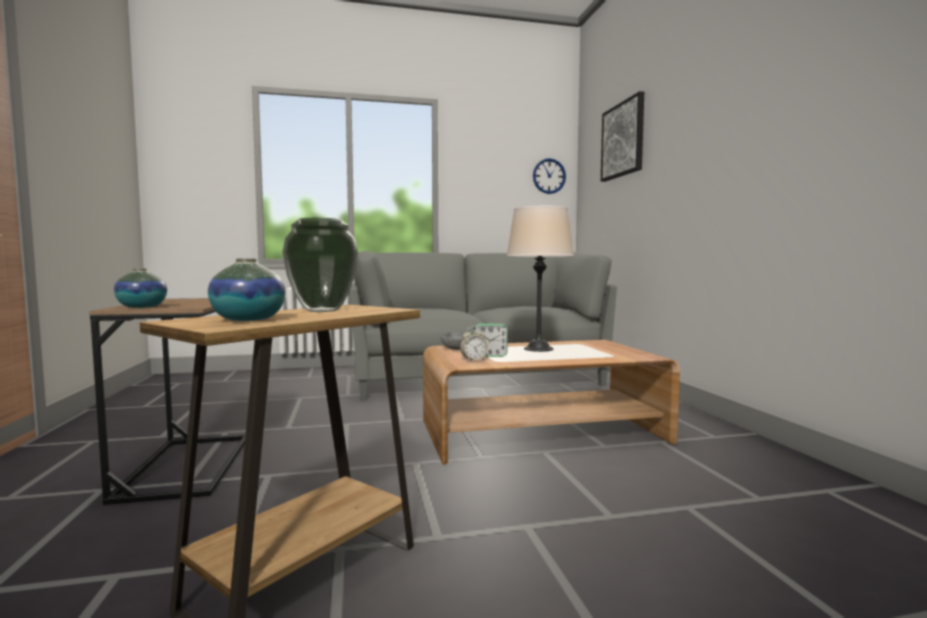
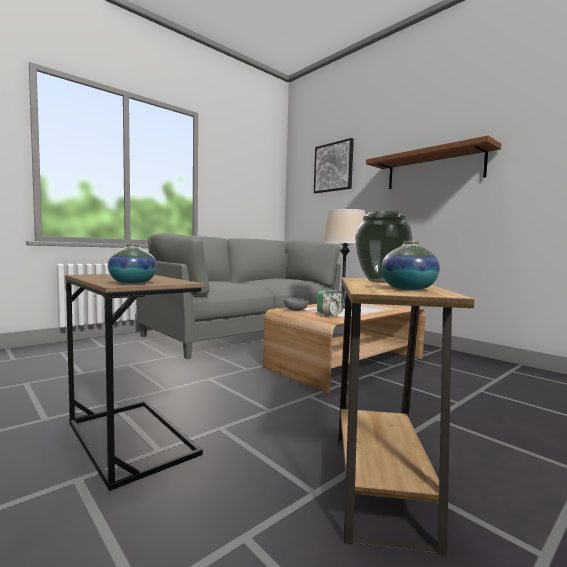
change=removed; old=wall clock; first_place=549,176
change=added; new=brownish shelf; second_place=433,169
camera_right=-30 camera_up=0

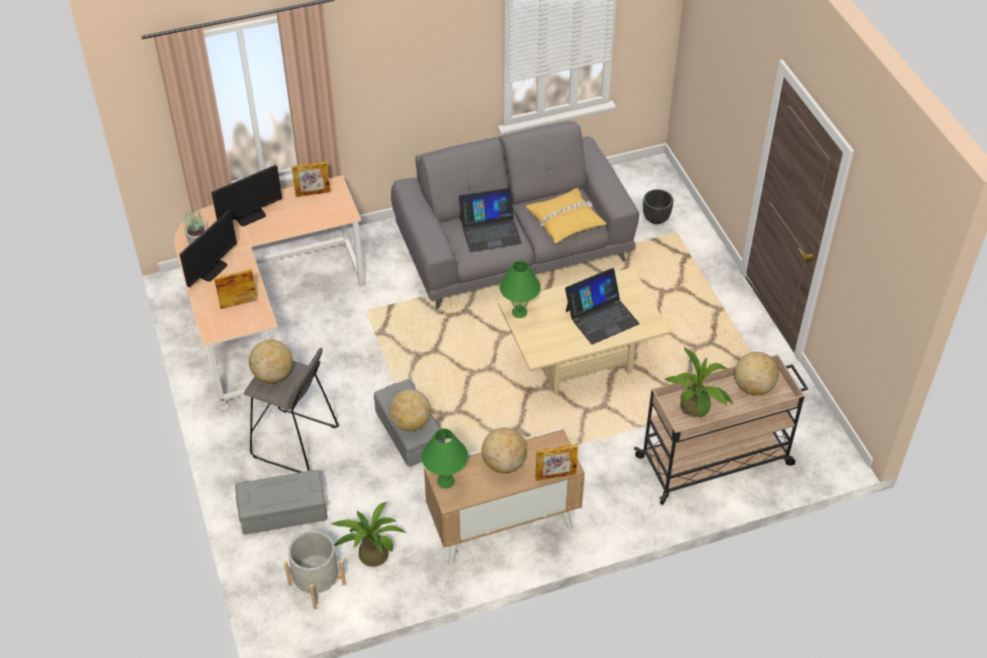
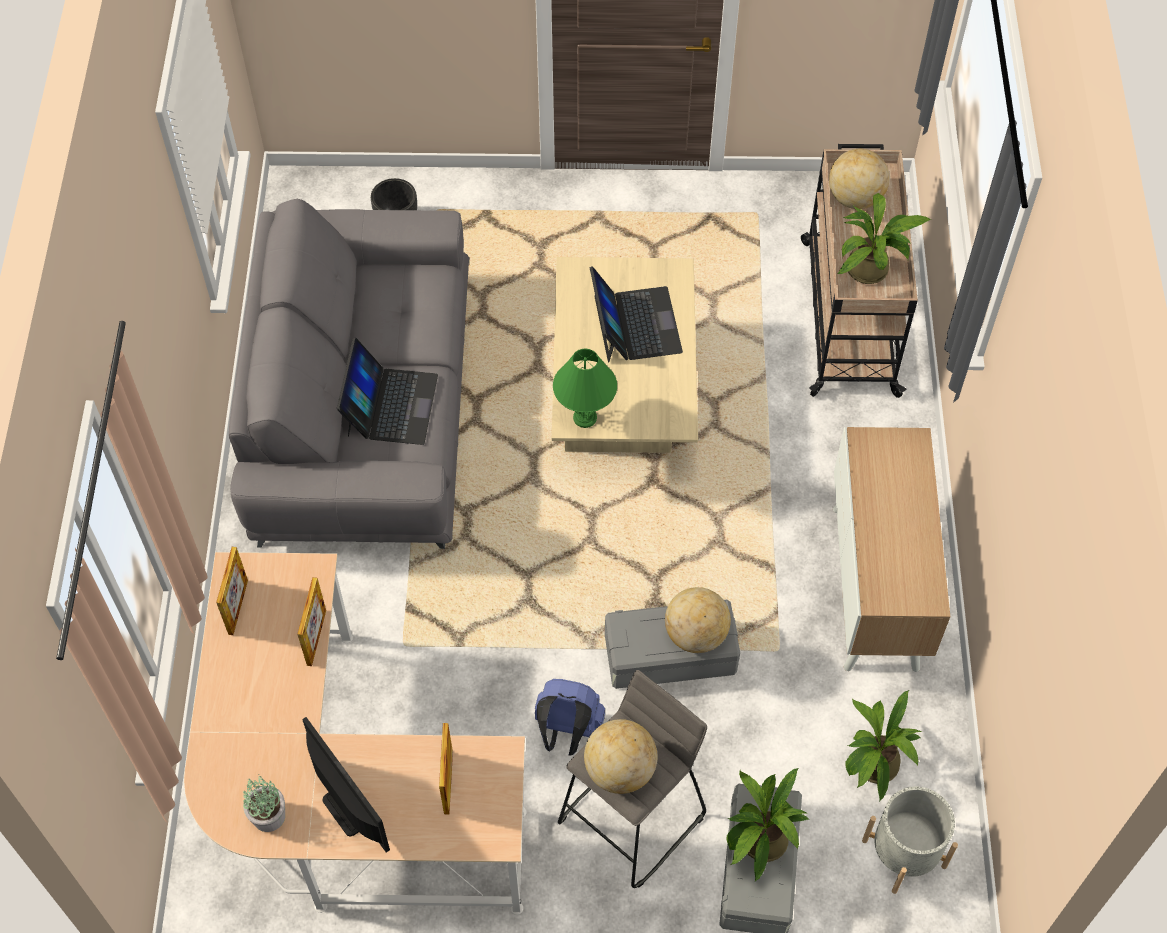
change=removed; old=monitor; first_place=250,216
change=removed; old=green-coloured table lamp; first_place=445,481
change=removed; old=world globe; first_place=504,463
change=removed; old=yellow throw pillow; first_place=565,221
change=added; new=bluish backpack; second_place=567,731
change=added; new=potted plant; second_place=758,844
change=moved; old=picture frame; first_place=555,476; second_place=316,637
camera_right=-70 camera_up=10

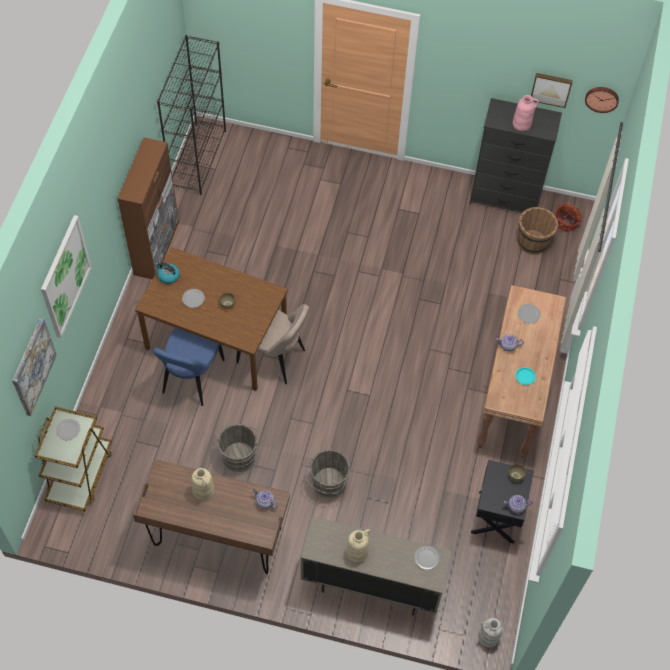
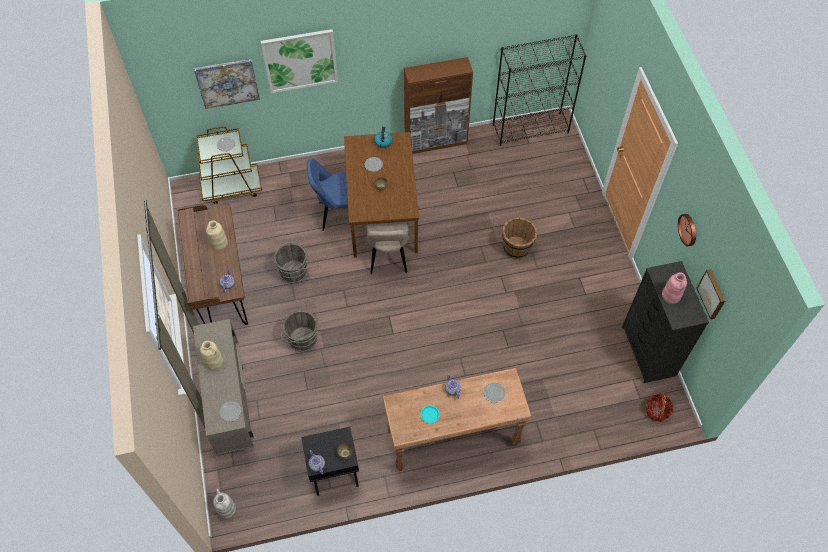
change=moved; old=brownish pail; first_place=533,242; second_place=516,248
change=moved; old=wall clock; first_place=602,98; second_place=688,229
camera_right=65 camera_up=0

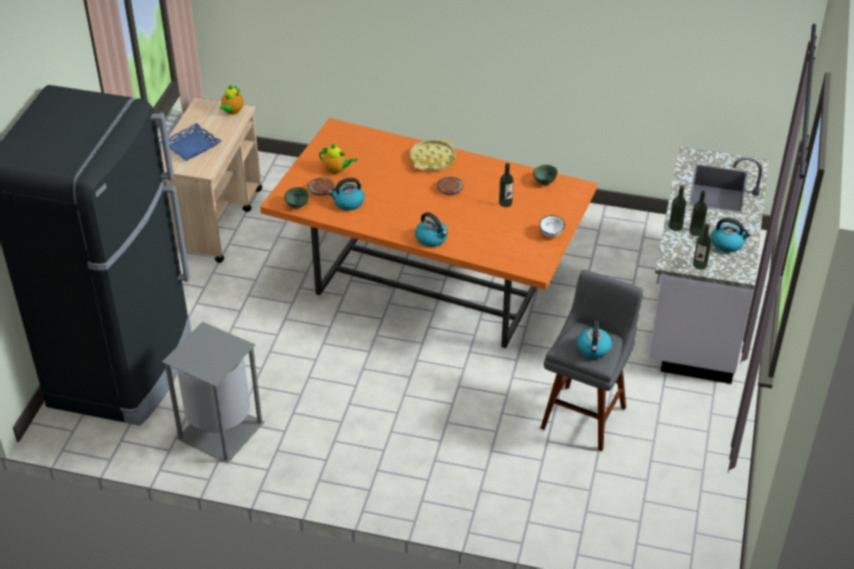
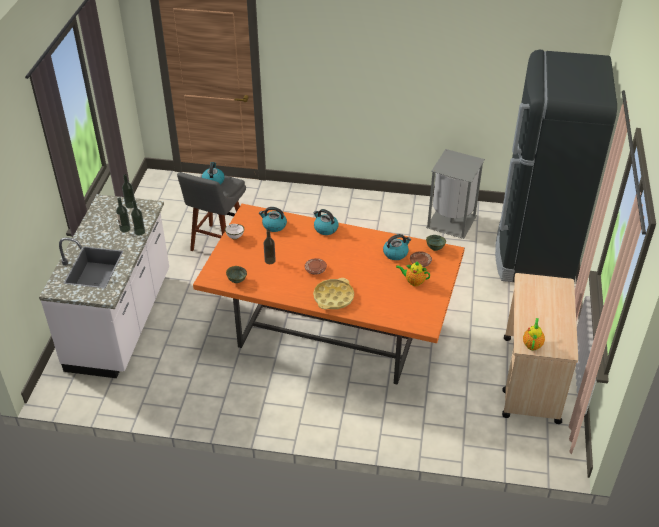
change=removed; old=bluish serving tray; first_place=191,146
change=moved; old=tea kettle; first_place=727,244; second_place=274,225
camera_right=175 camera_up=0

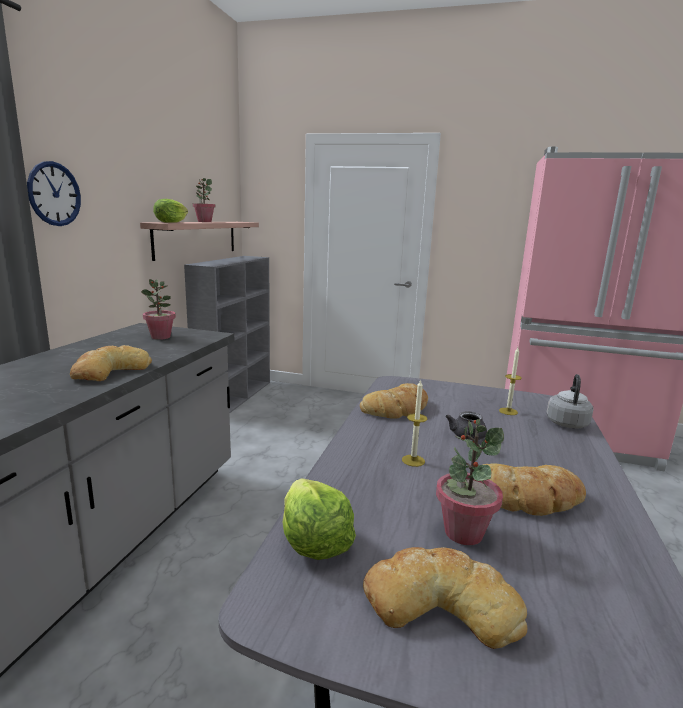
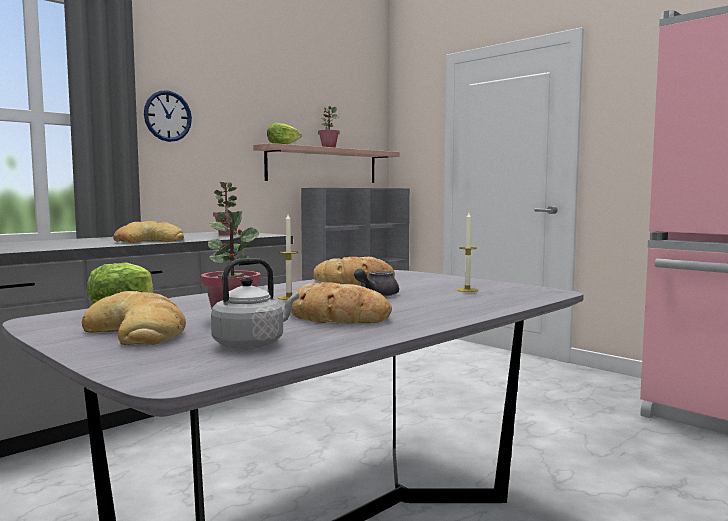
change=moved; old=grey tea kettle; first_place=567,422; second_place=252,344
camera_right=30 camera_up=-10

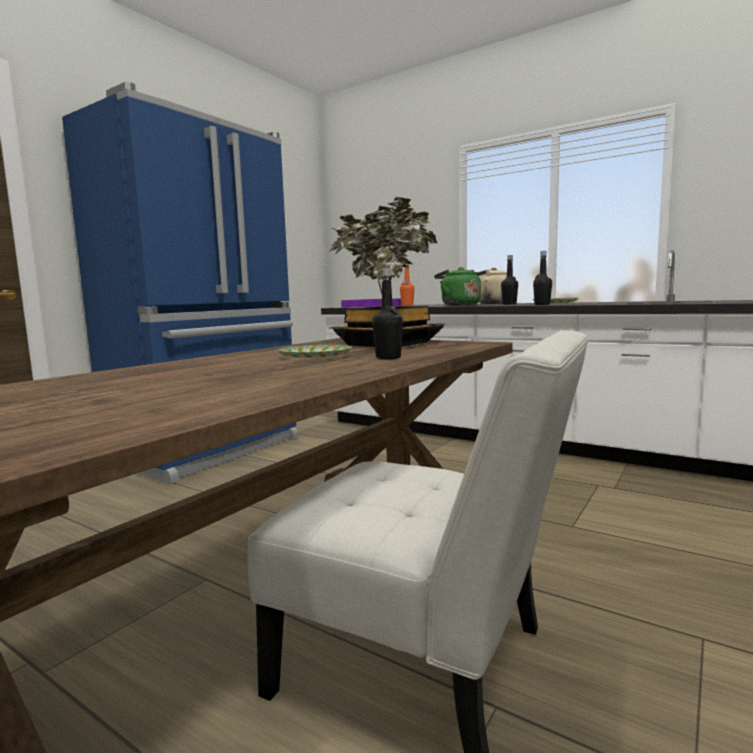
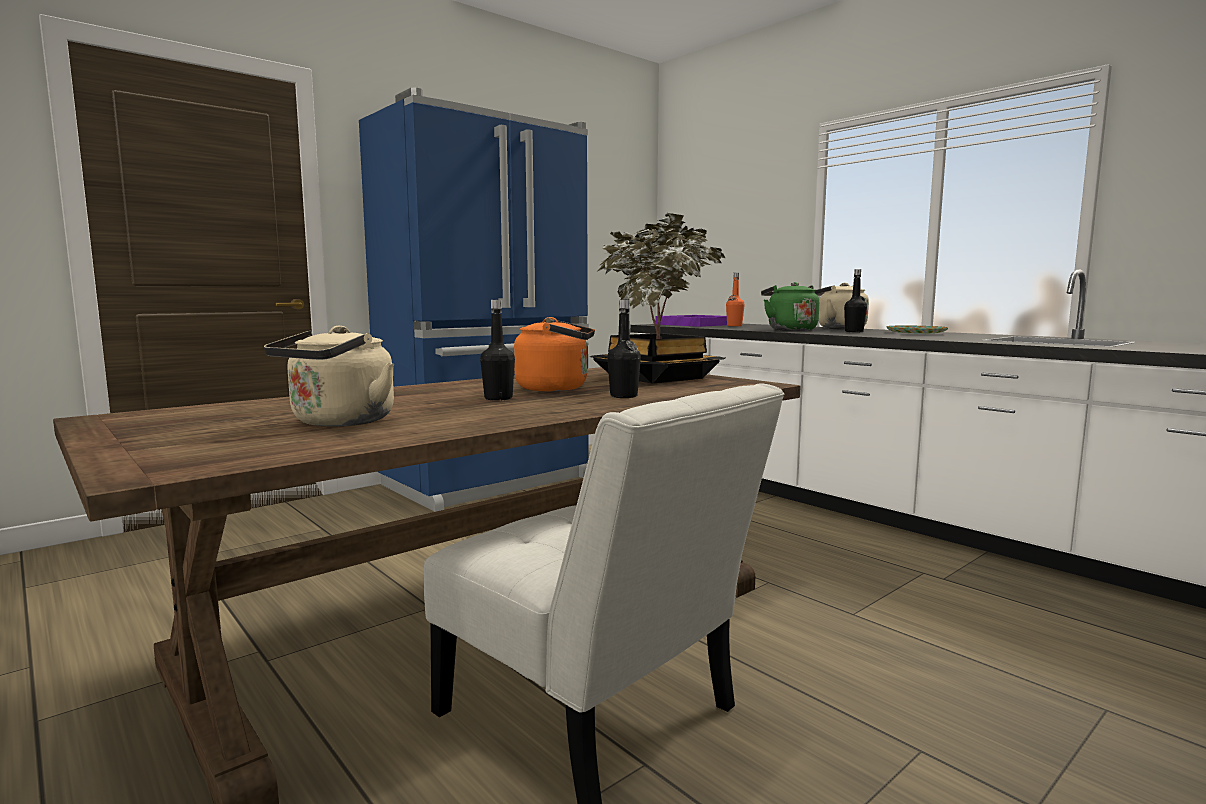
change=added; new=sand-coloured tea kettle; second_place=339,422
change=moved; old=black bottle; first_place=542,304; second_place=498,398
change=replaced; old=flat dish; new=orange tea kettle; first_place=316,356; second_place=557,388
camera_right=15 camera_up=0

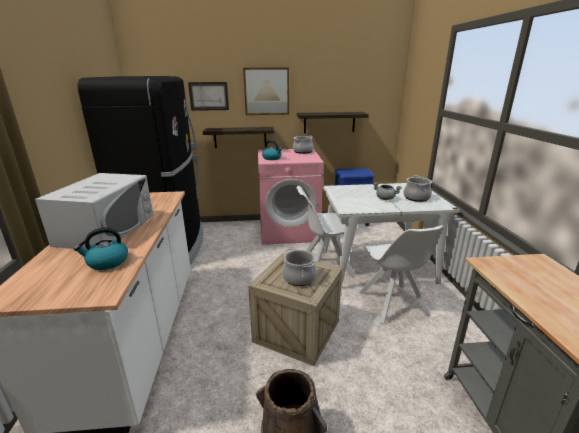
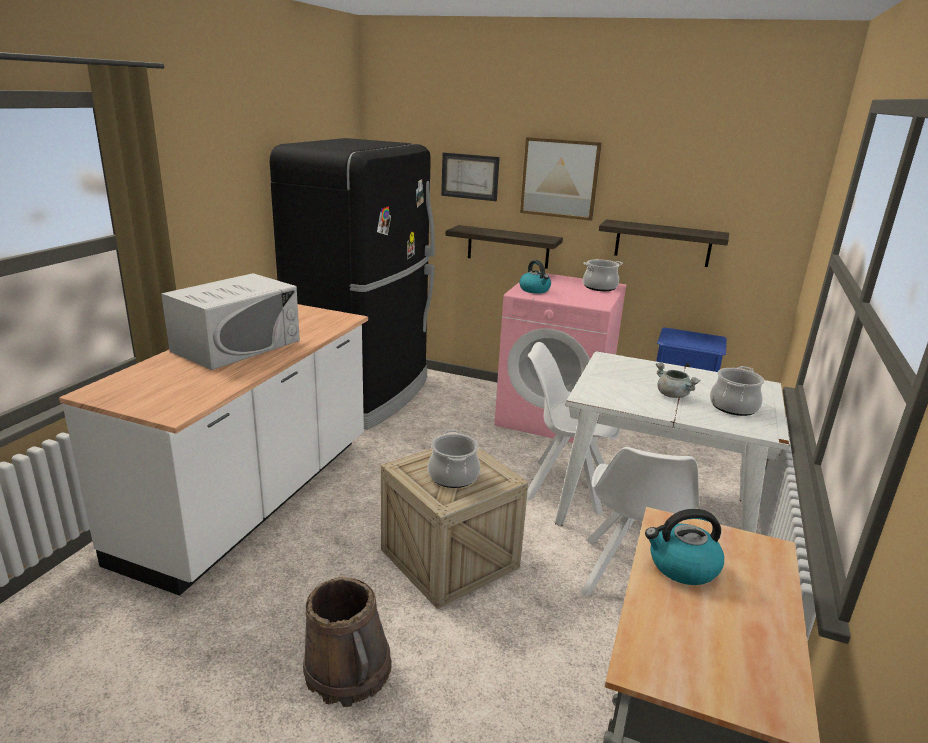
change=moved; old=tea kettle; first_place=107,262; second_place=682,566
camera_right=25 camera_up=0

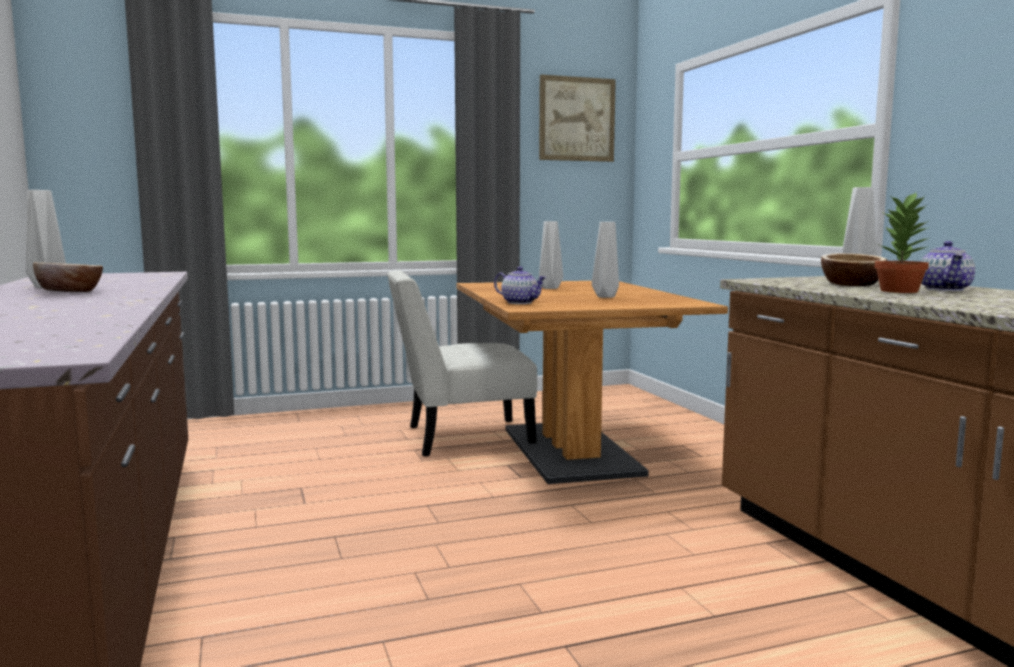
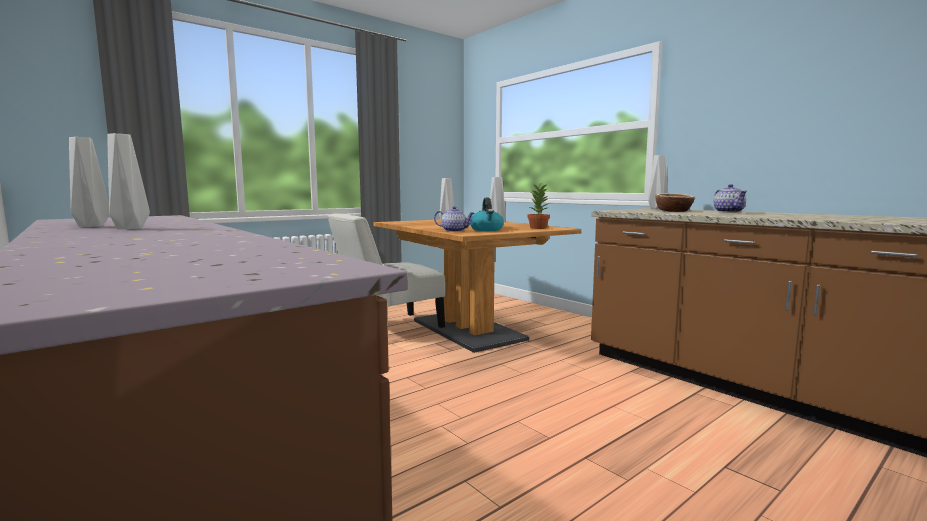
change=removed; old=wall picture; first_place=577,119
change=added; new=tea kettle; second_place=487,230
change=moved; old=potted plant; first_place=900,291; second_place=538,228
change=replaced; old=bowl; new=grey flower vase; first_place=70,292; second_place=130,228
camera_right=-20 camera_up=0

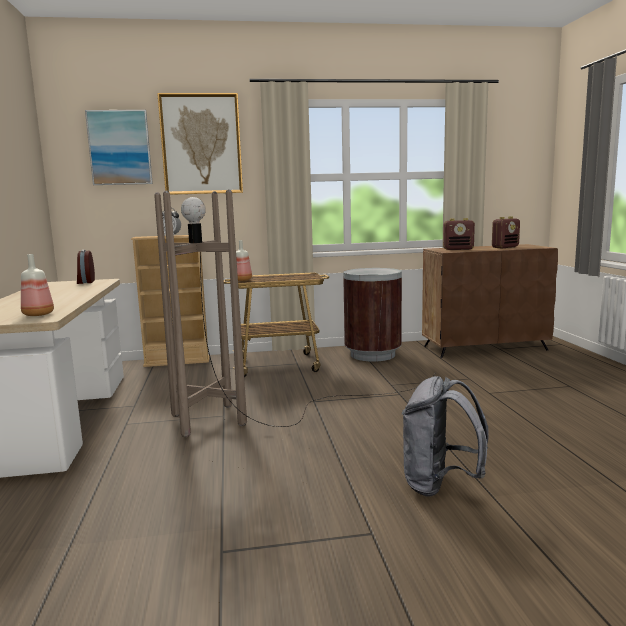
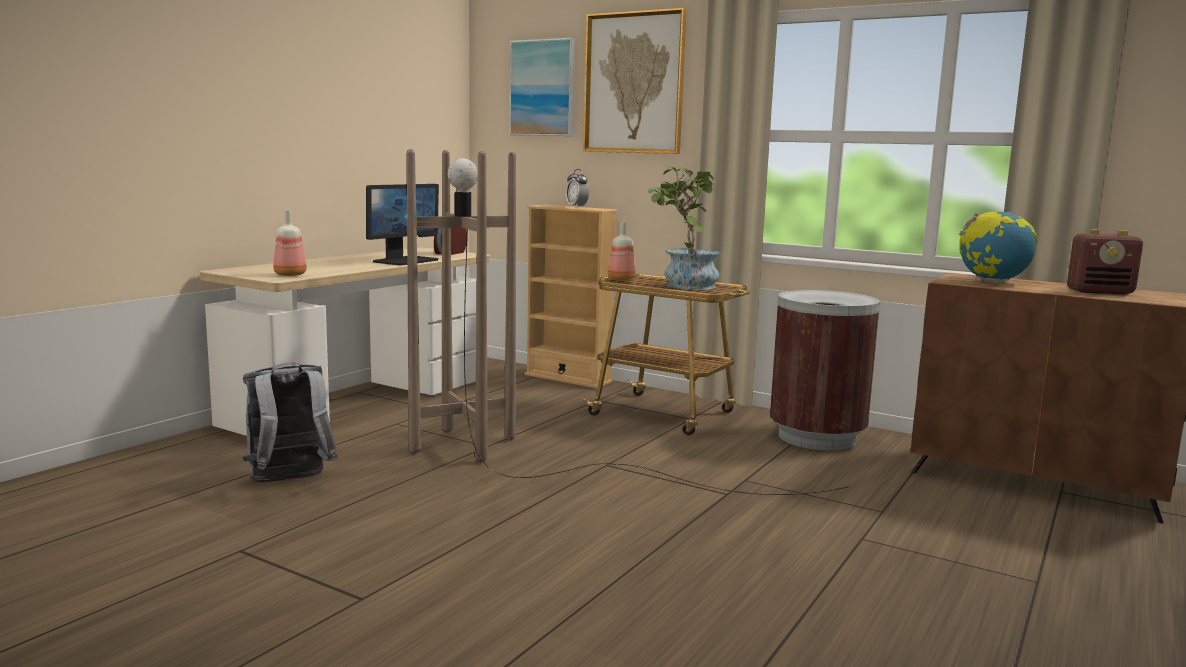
change=added; new=monitor; second_place=405,261
change=added; new=potted plant; second_place=682,285
change=moved; old=grey backpack; first_place=440,485; second_place=289,481
change=replaced; old=radio receiver; new=world globe; first_place=458,249; second_place=992,282
camera_right=40 camera_up=0

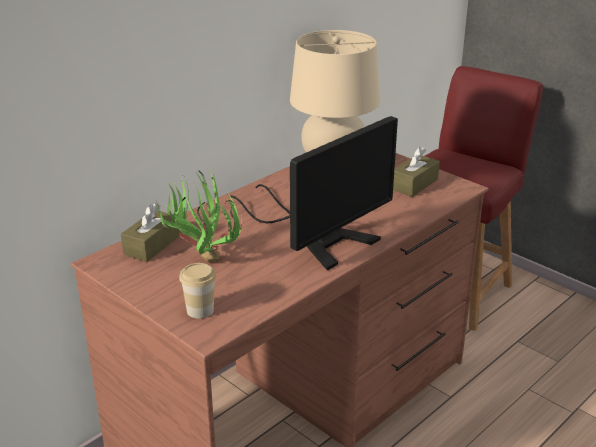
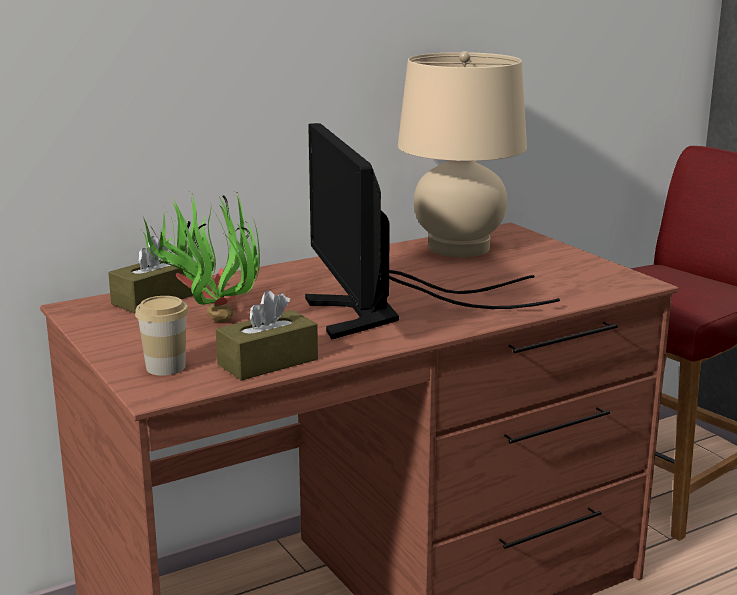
change=moved; old=brownish tissue holder; first_place=414,184; second_place=268,362
change=turned; old=monitor; first_place=318,236; second_place=387,312; degrees=105
camera_right=15 camera_up=-10

